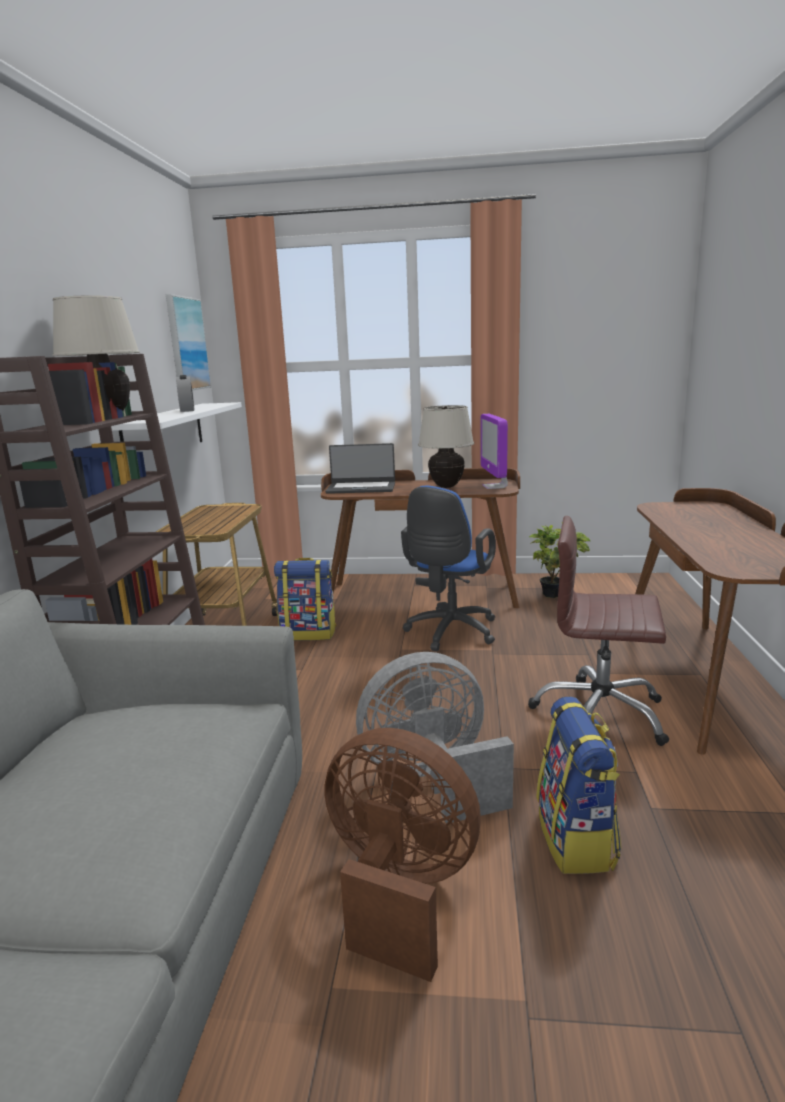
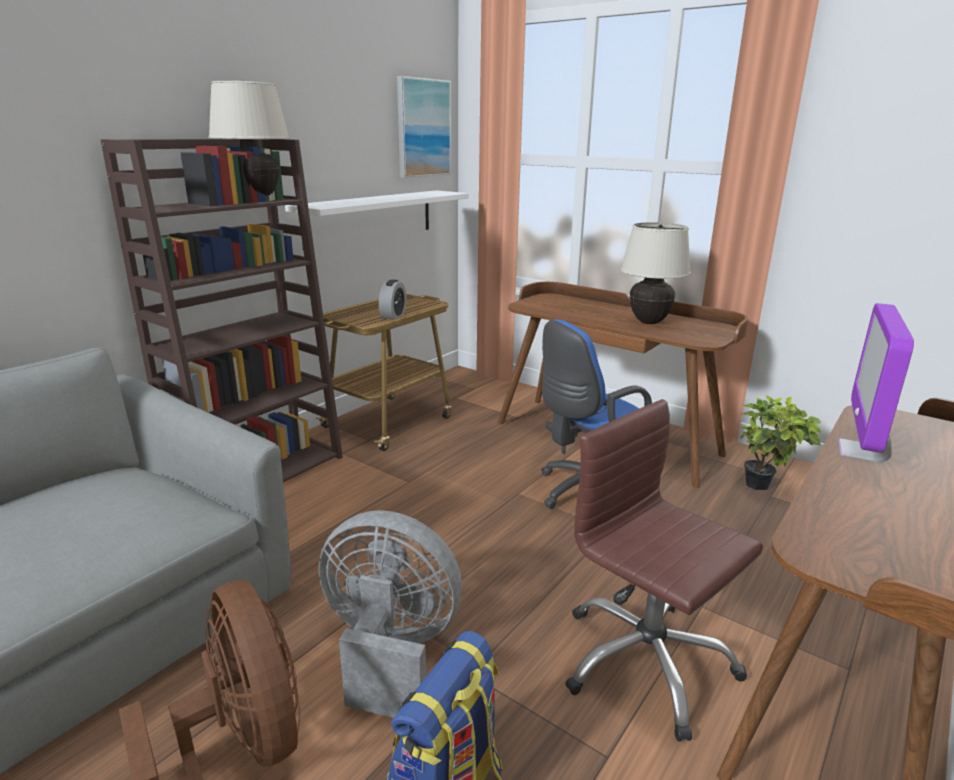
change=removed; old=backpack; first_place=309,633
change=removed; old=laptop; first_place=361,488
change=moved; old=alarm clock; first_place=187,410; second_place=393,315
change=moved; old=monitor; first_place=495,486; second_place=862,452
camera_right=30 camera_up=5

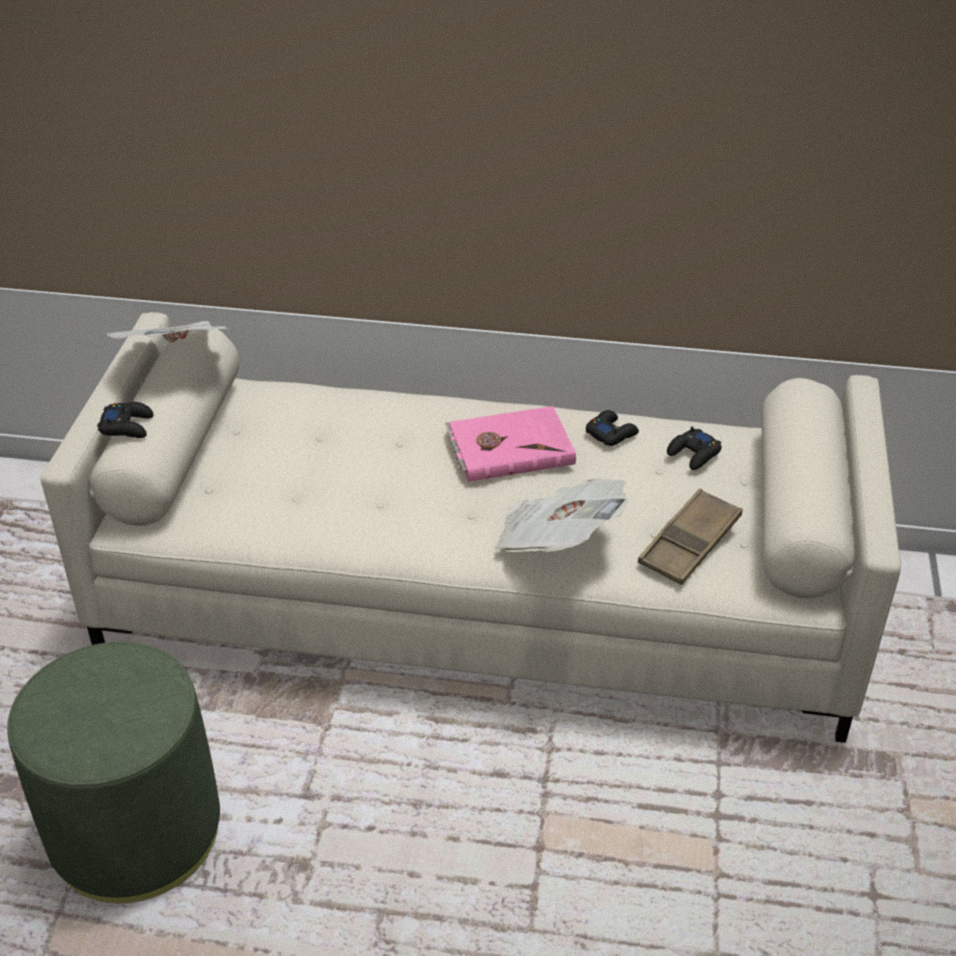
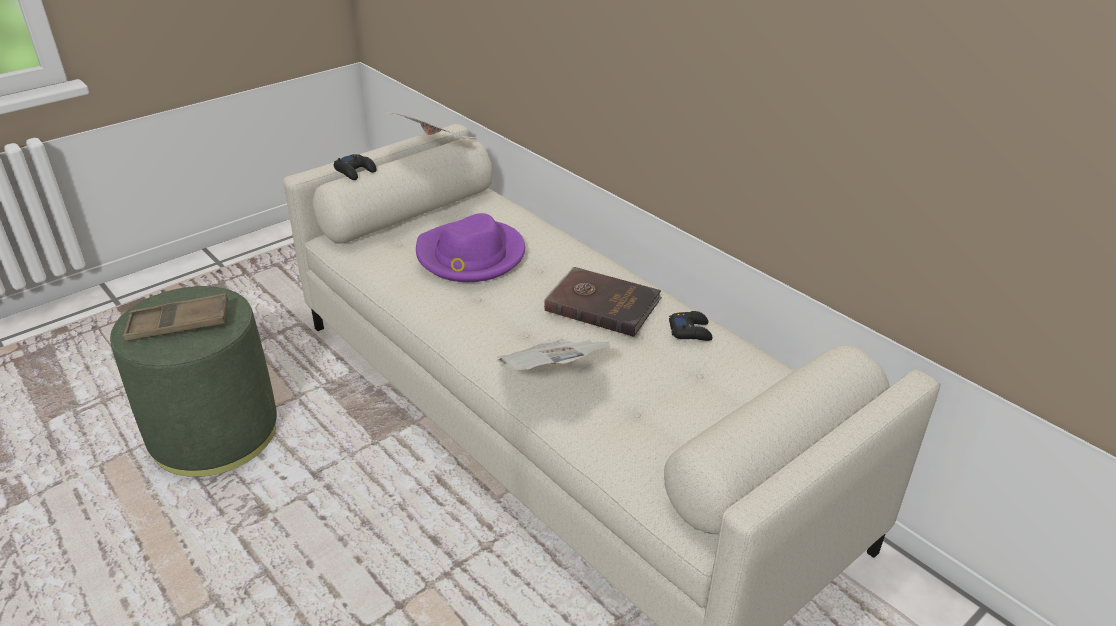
change=removed; old=black gamepad; first_place=694,454
change=added; new=purplish wearable hat; second_place=470,256
change=moved; old=brownish serving tray; first_place=689,543; second_place=179,324
change=recoloured; old=pinkish bound book; new=brownish bound book; first_place=509,447; second_place=602,304
camera_right=40 camera_up=-5

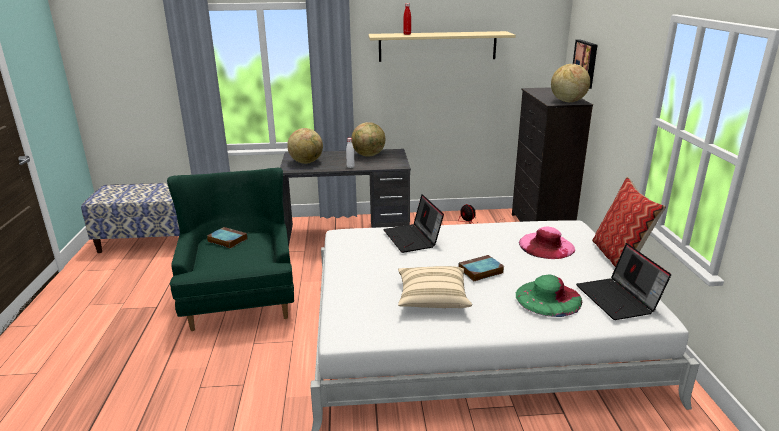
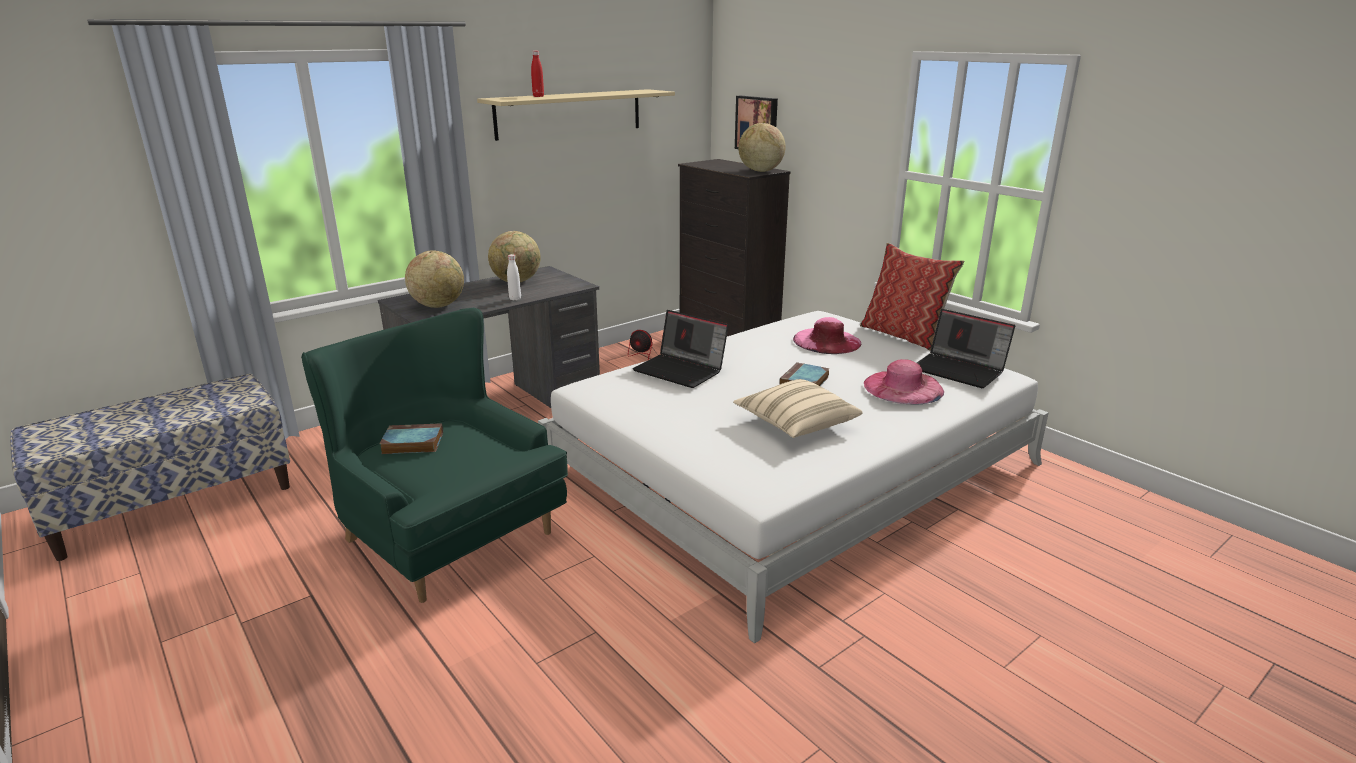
change=recoloured; old=green-coloured wearable hat; new=pinkish wearable hat; first_place=548,298; second_place=903,387
camera_right=-35 camera_up=0

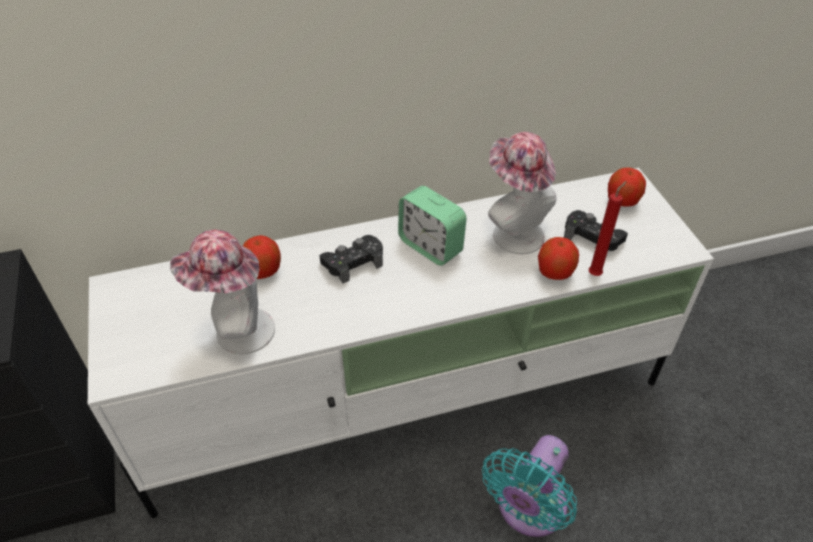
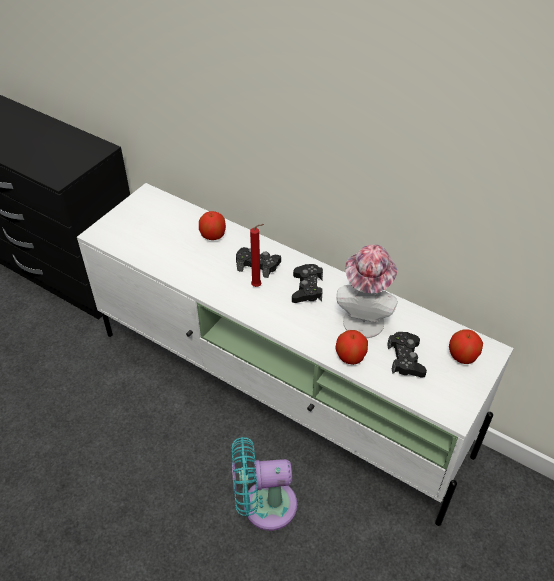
change=removed; old=wearable hat; first_place=237,332
change=moved; old=red-coloured candle; first_place=596,273; second_place=258,286
change=replaced; old=alarm clock; new=black gamepad; first_place=430,246; second_place=307,288
camera_right=50 camera_up=0

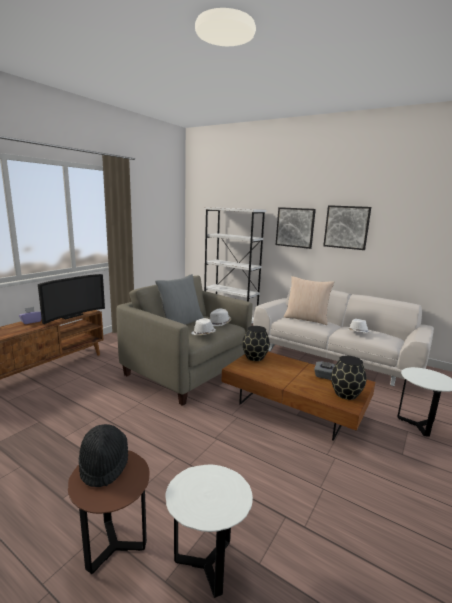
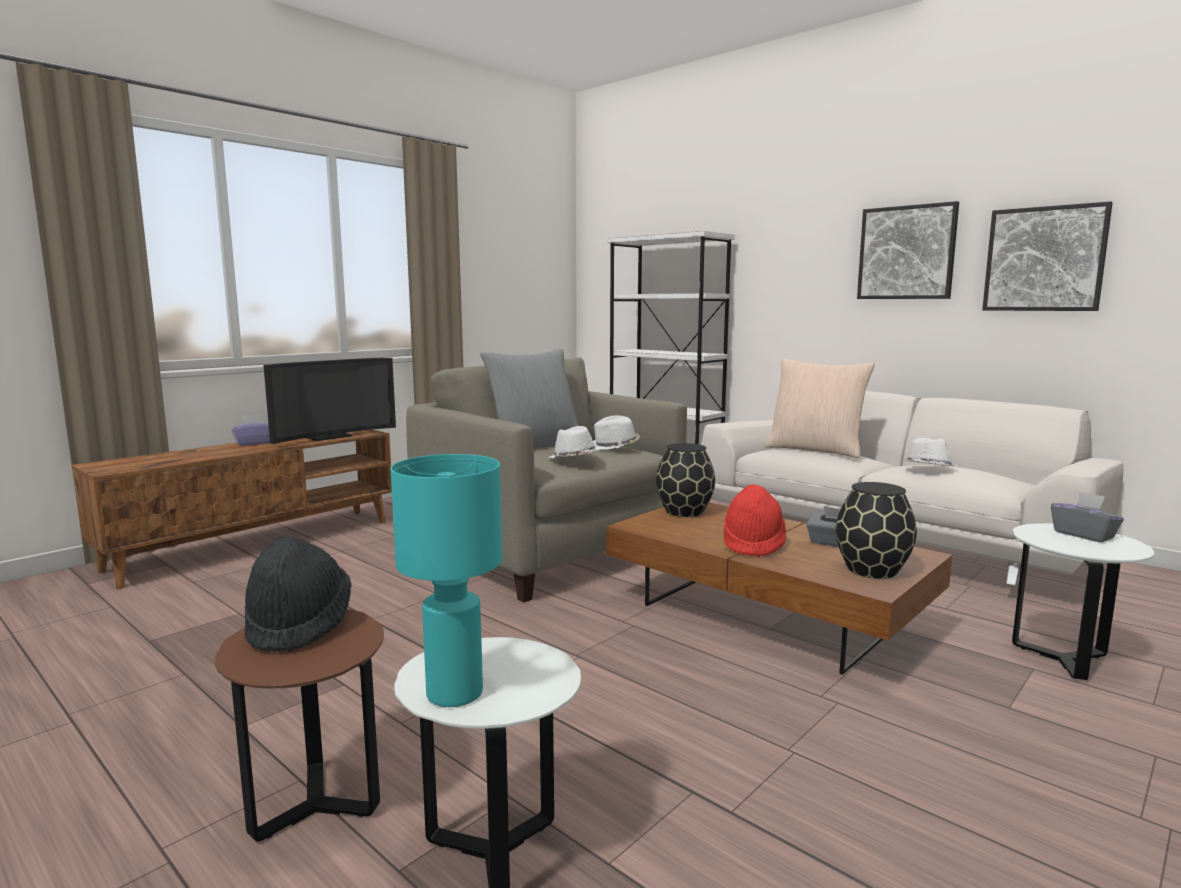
change=added; new=blue-green table lamp; second_place=456,693
change=added; new=red-coloured wearable hat; second_place=753,544
change=added; new=grey tissue holder; second_place=1083,535
change=moved; old=wall picture; first_place=295,227; second_place=1044,259
camera_right=10 camera_up=-5

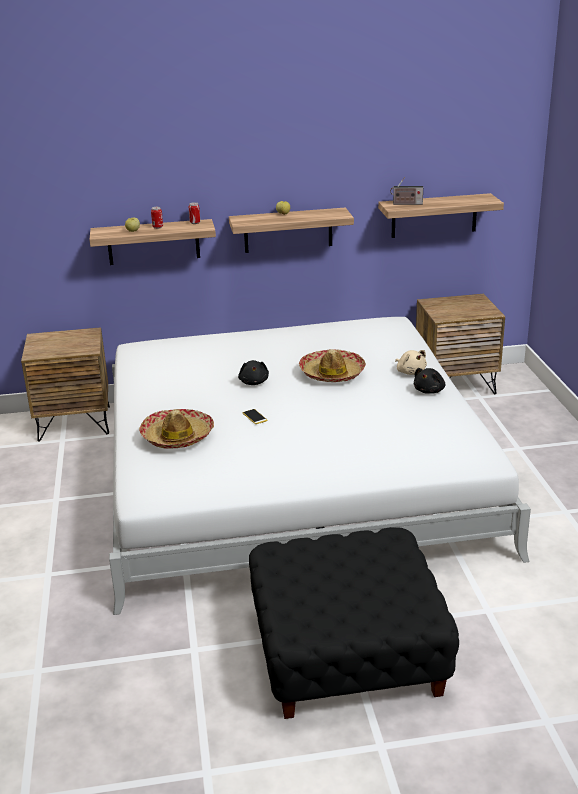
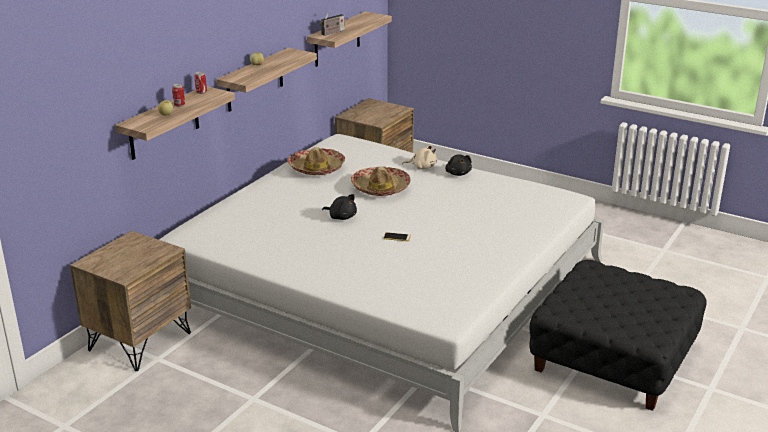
change=moved; old=wearable hat; first_place=177,436; second_place=316,168
camera_right=-50 camera_up=0

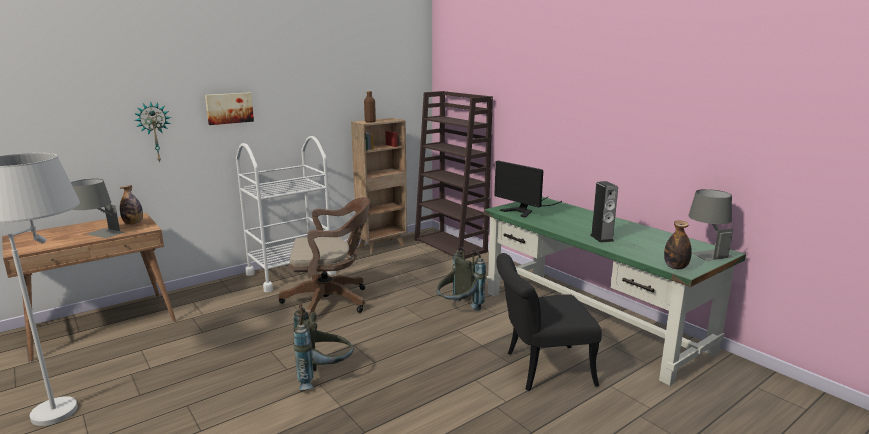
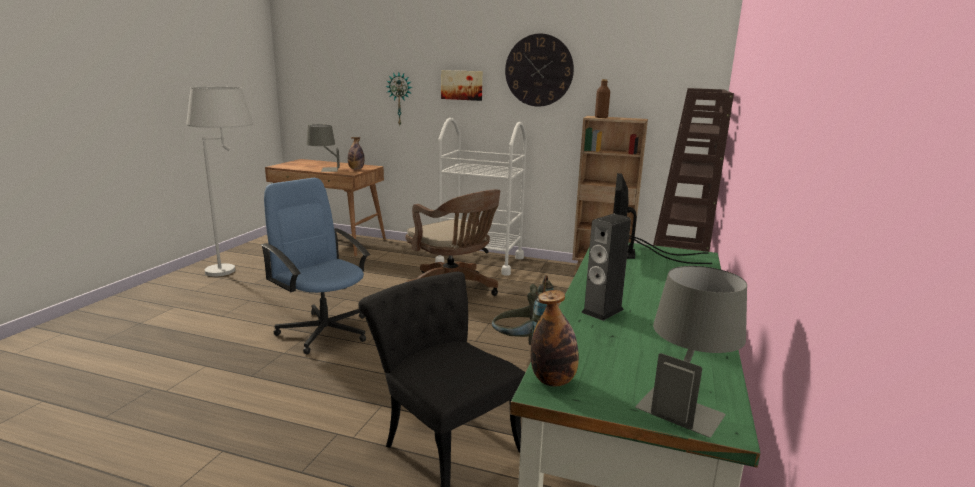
change=added; new=wall clock; second_place=539,70
change=replaced; old=grey backpack; new=bluish office chair; first_place=324,376; second_place=324,331
camera_right=55 camera_up=0

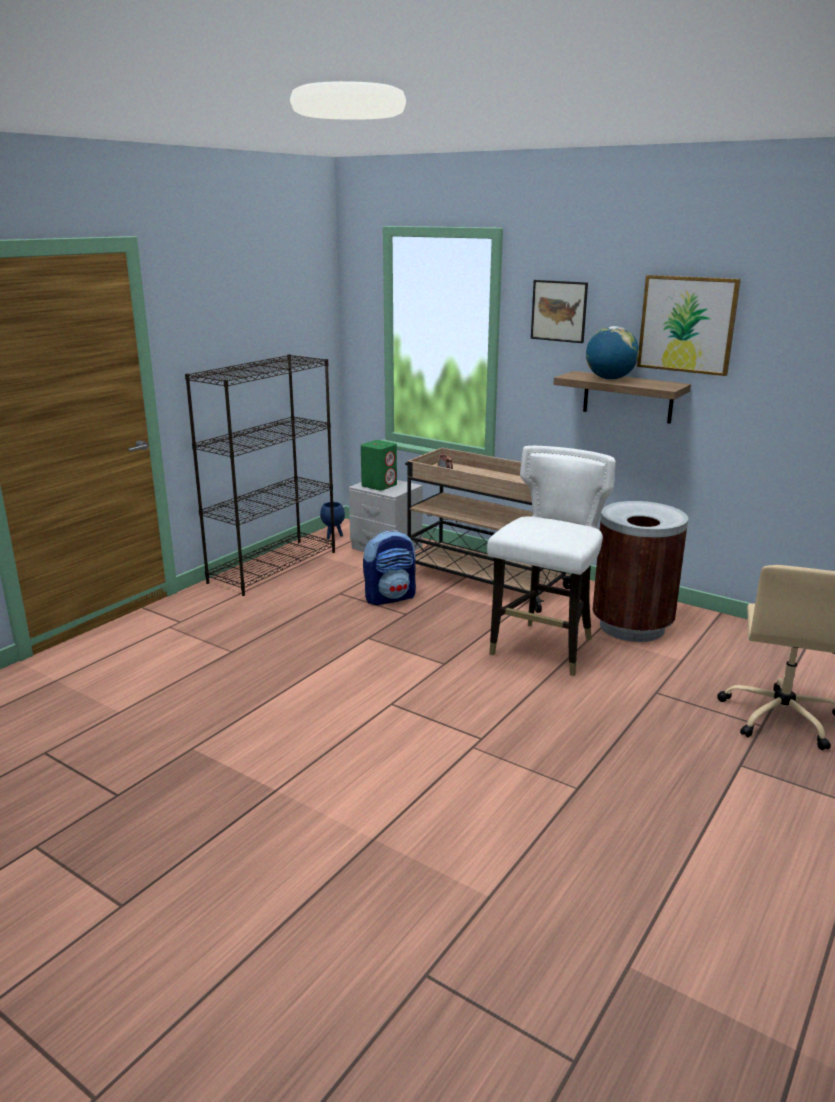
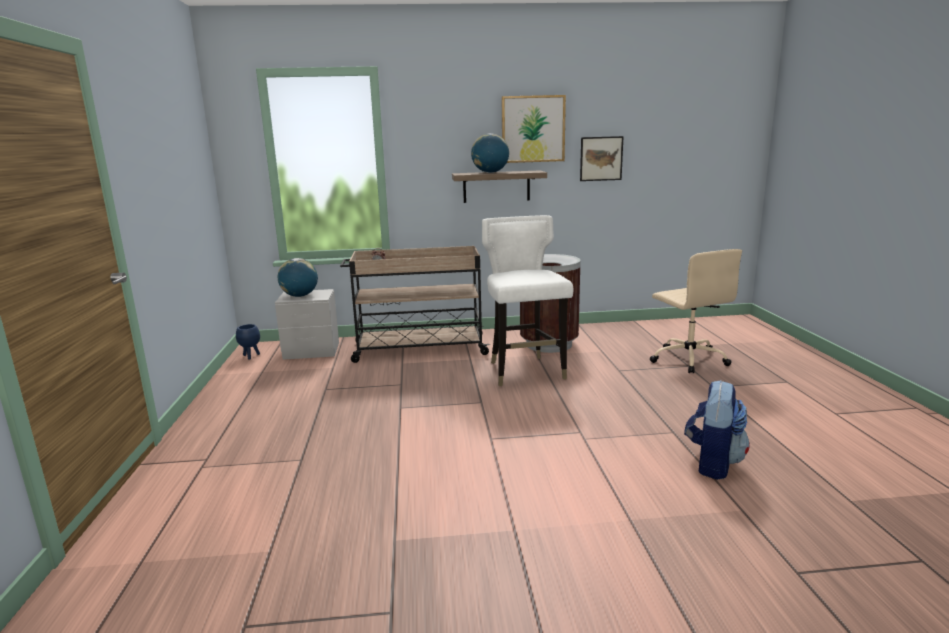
change=removed; old=black shelving unit; first_place=273,566
change=moved; old=backpack; first_place=390,597; second_place=712,463
change=moved; old=wall picture; first_place=559,311; second_place=601,158
change=replaced; old=green-coloured audio speaker; new=world globe; first_place=379,485; second_place=299,296
camera_right=-40 camera_up=-5

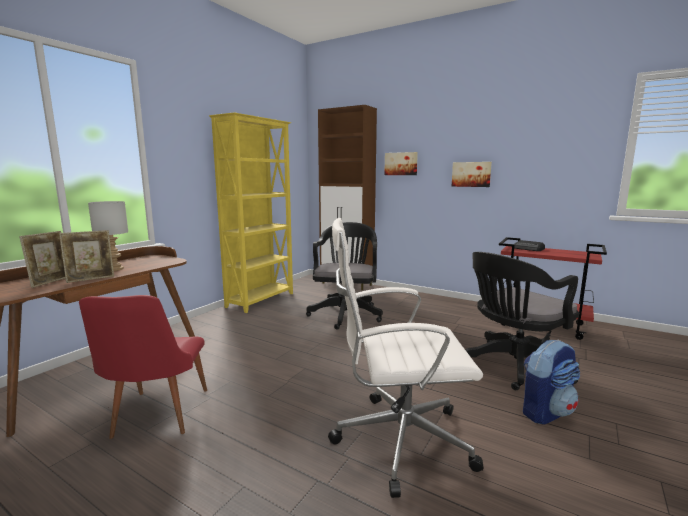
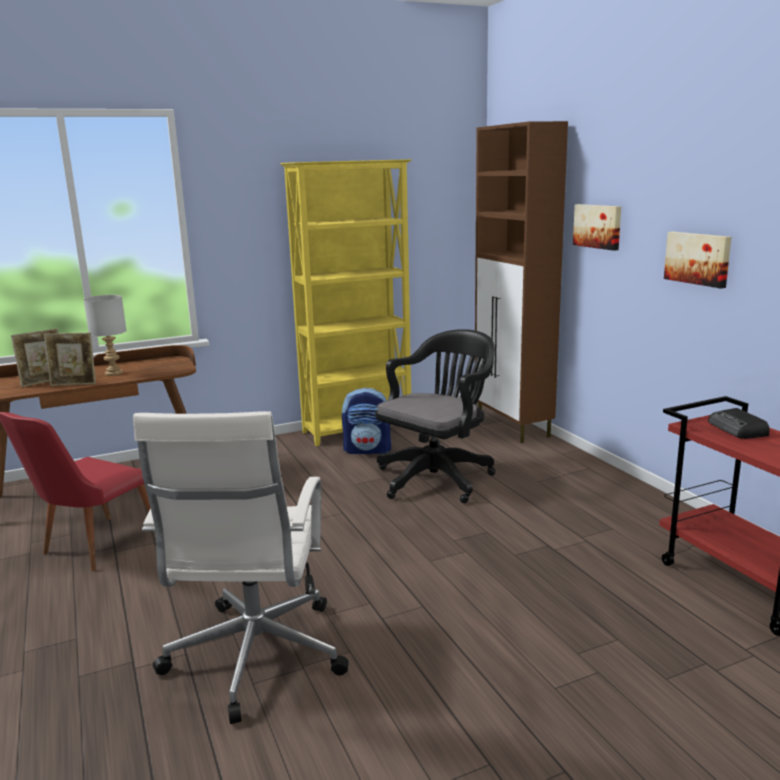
change=removed; old=black office chair; first_place=513,366
change=moved; old=backpack; first_place=545,411; second_place=368,450
change=turned; old=white office chair; first_place=398,439; second_place=254,658; degrees=-120
camera_right=35 camera_up=5

